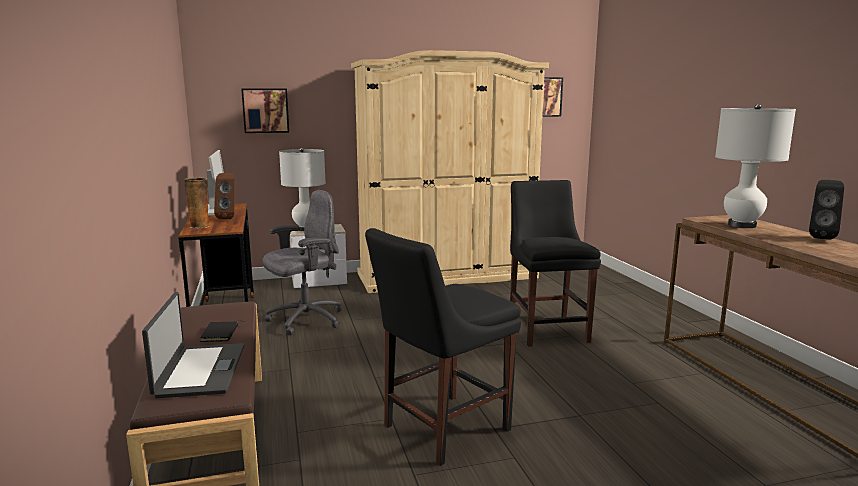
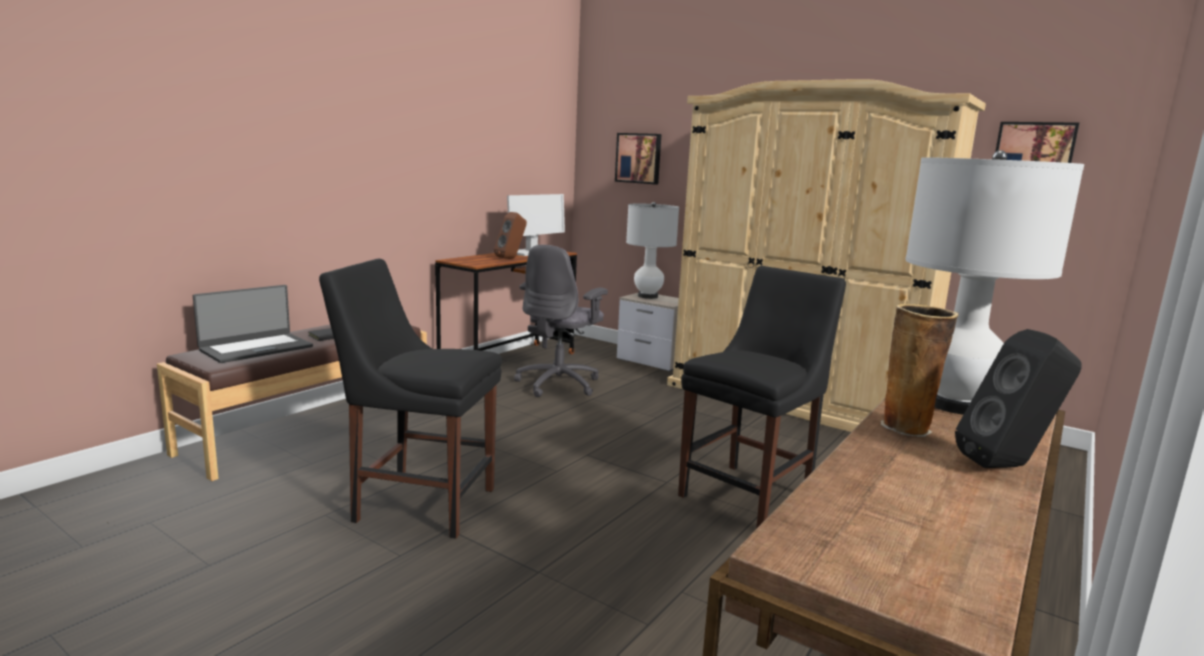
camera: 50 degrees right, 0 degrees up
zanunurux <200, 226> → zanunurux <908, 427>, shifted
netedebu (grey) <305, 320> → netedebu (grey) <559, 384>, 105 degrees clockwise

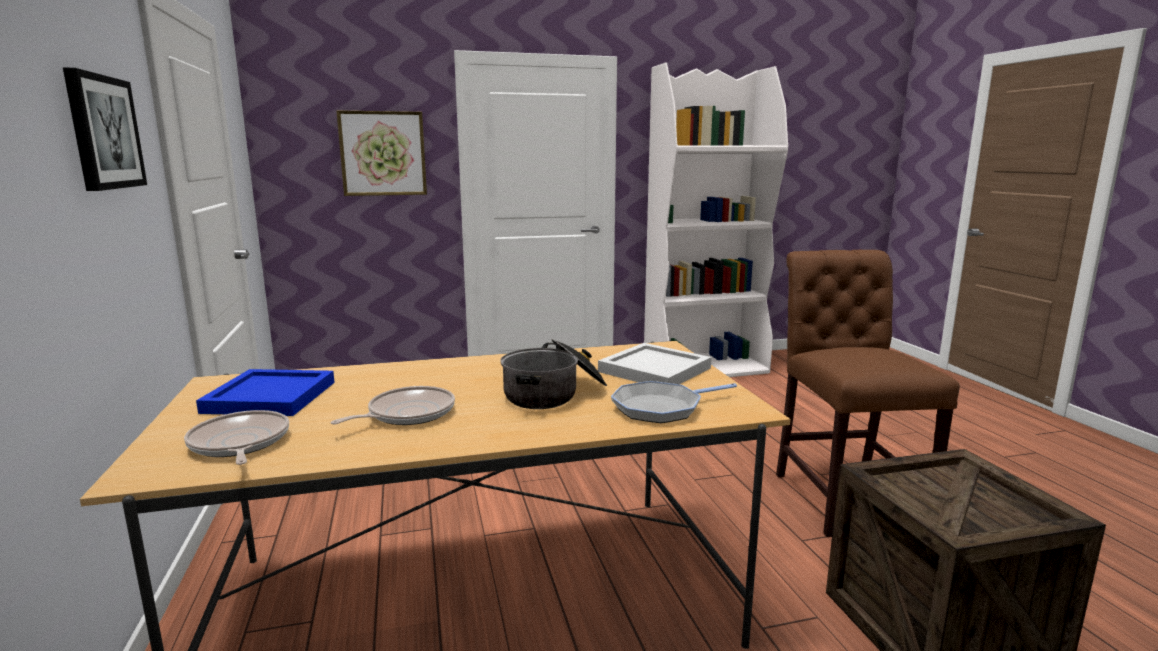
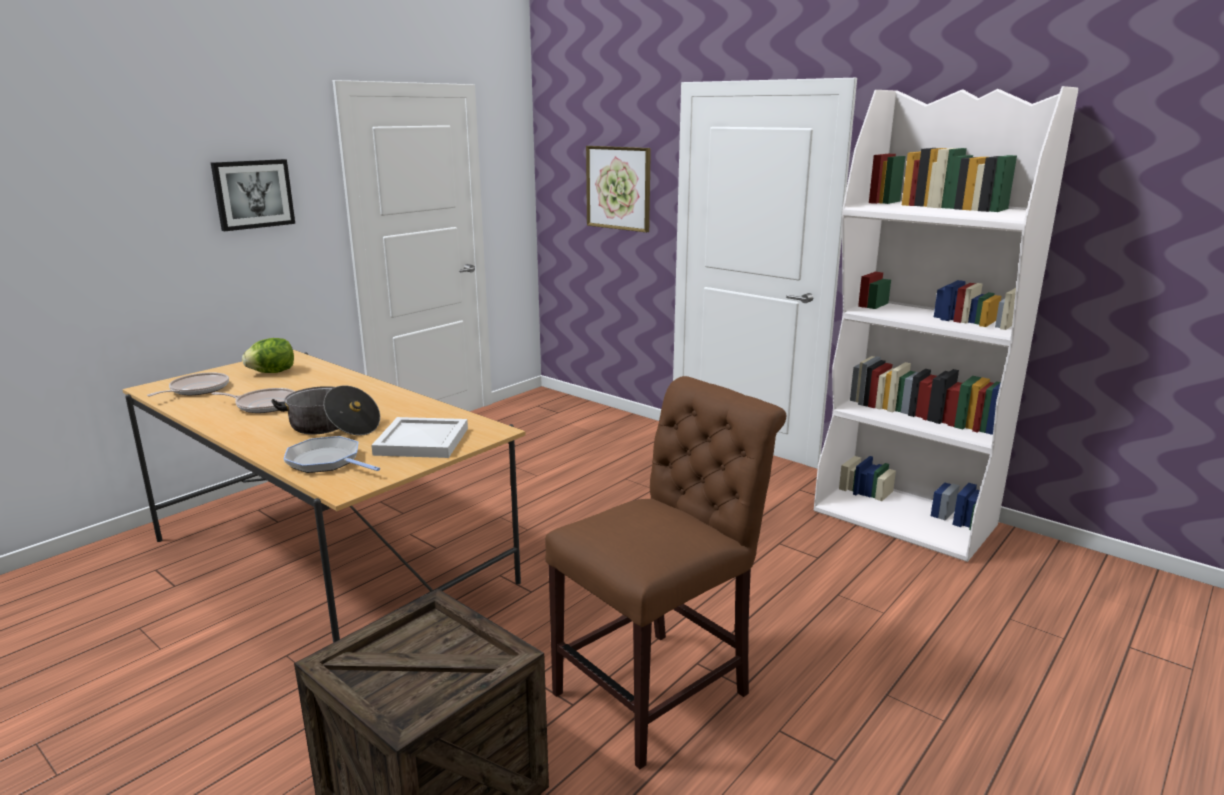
camera: 55 degrees right, 5 degrees up
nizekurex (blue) <272, 396> → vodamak <272, 372>

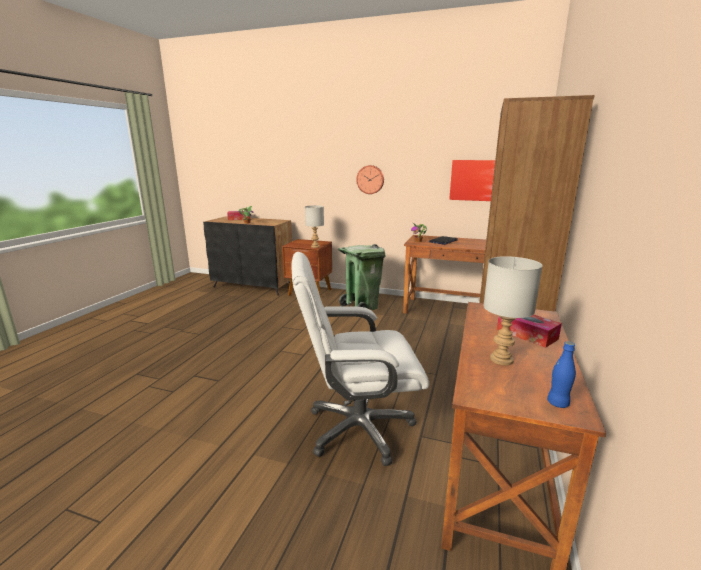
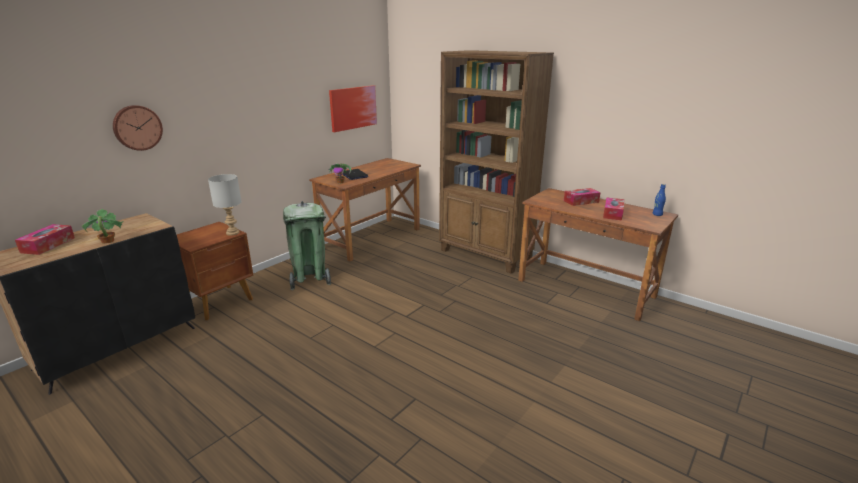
camera: 70 degrees left, 5 degrees up
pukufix <370, 179> → pukufix <137, 127>, shifted
netedebu (white) <358, 428> → -
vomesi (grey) <501, 359> → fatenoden <613, 213>

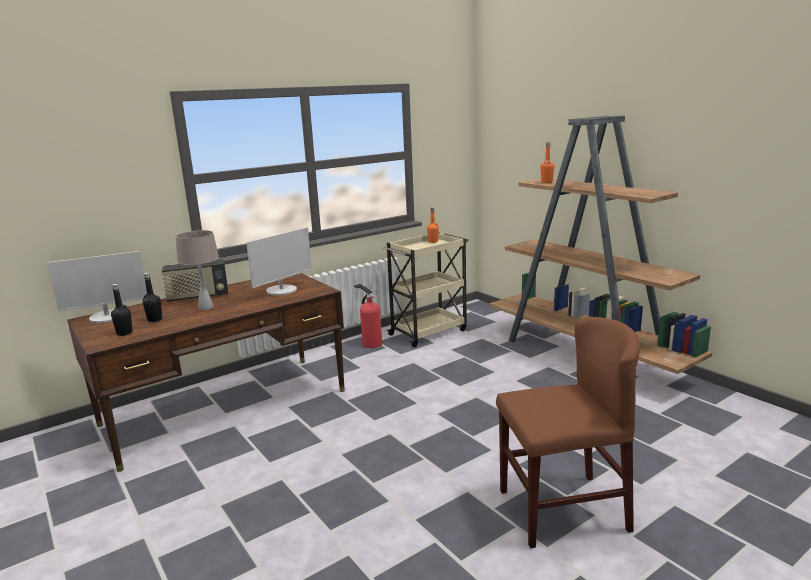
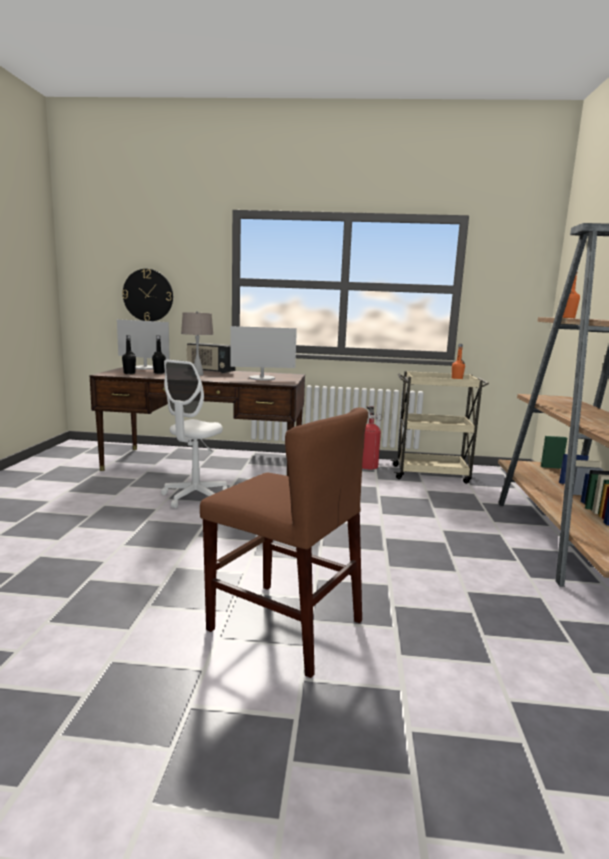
camera: 40 degrees right, 5 degrees down
- → pukufix <148, 295>
- → netedebu (white) <195, 497>

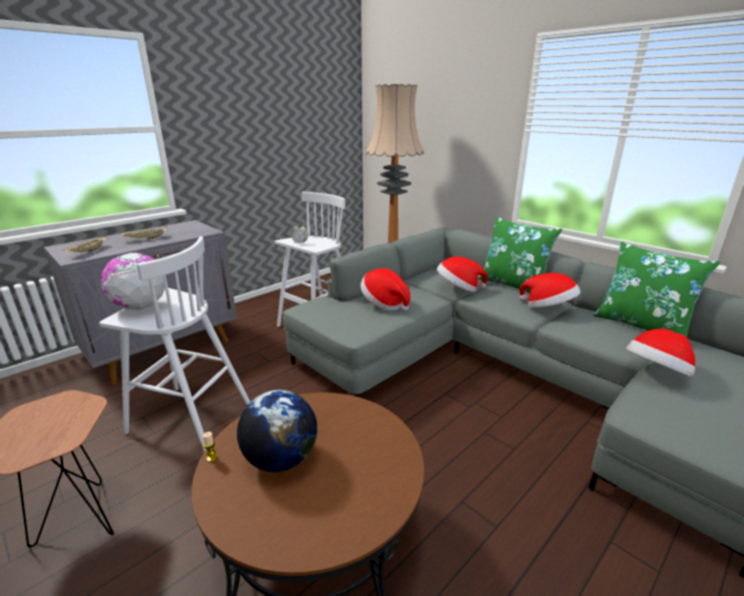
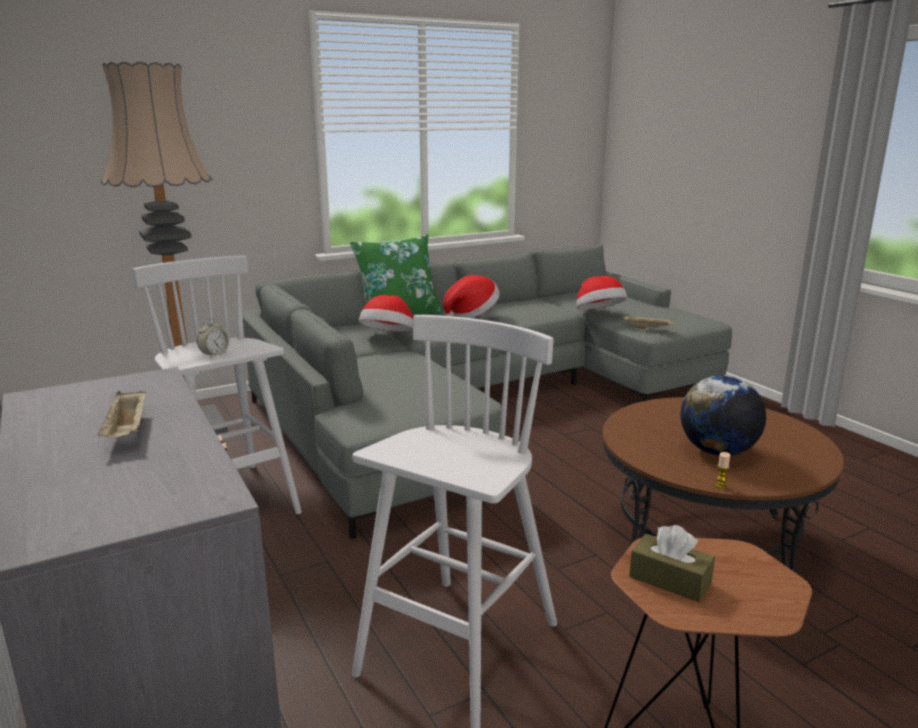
camera: 75 degrees left, 5 degrees down
nizekurex (beige) <88, 252> → nizekurex (beige) <648, 328>, shifted
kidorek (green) <641, 325> → -
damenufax <140, 306> → -
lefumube <384, 303> → -
- → fatenoden (brown) <670, 580>

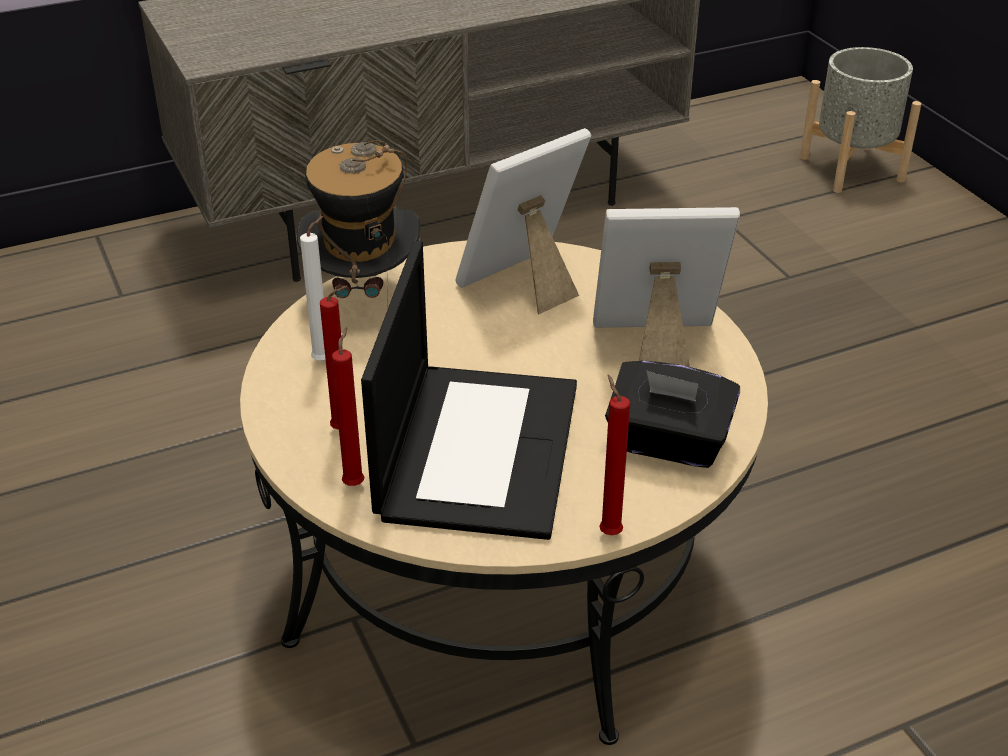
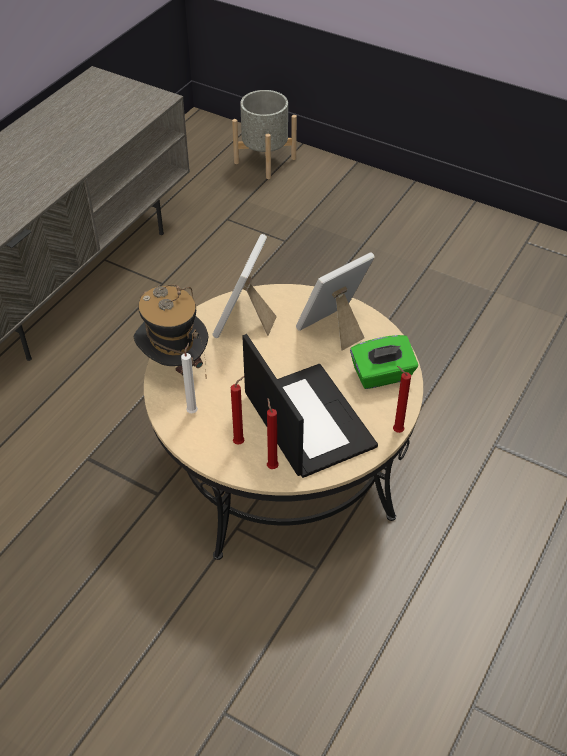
camera: 35 degrees left, 10 degrees up
fatenoden (black) <668, 443> → fatenoden (green) <382, 375>

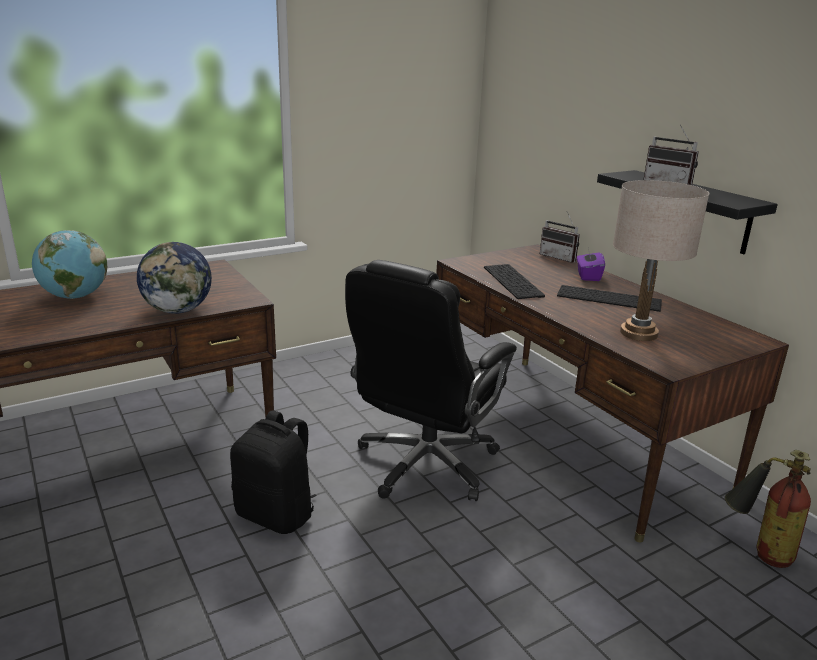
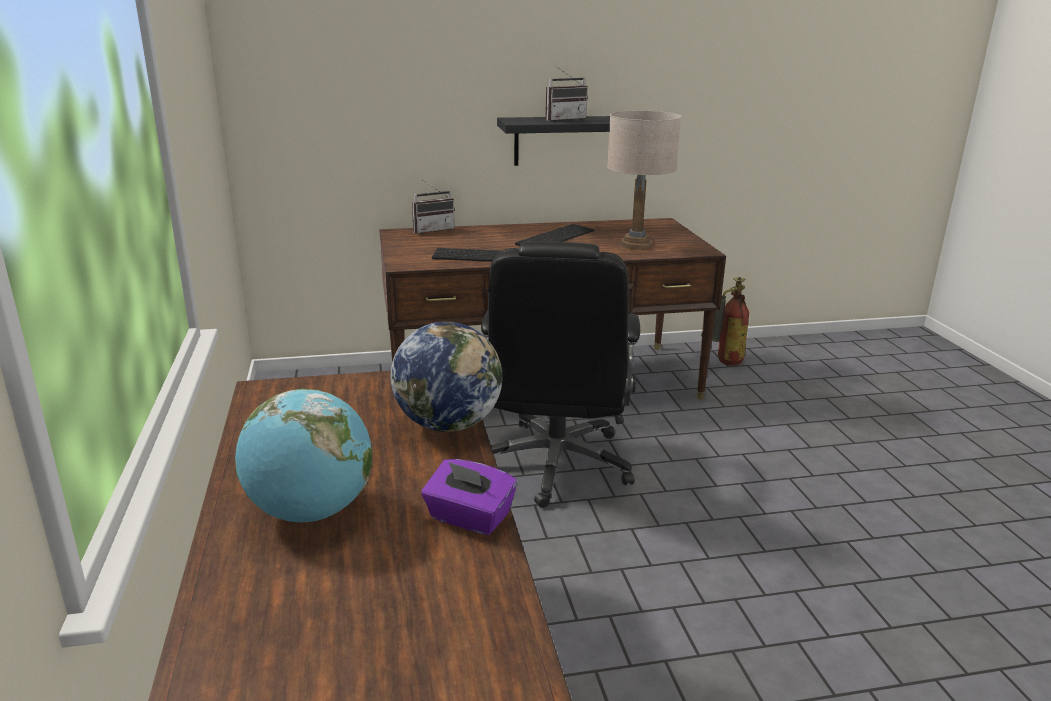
camera: 70 degrees left, 0 degrees up
fatenoden (purple) <588, 276> → fatenoden (purple) <469, 518>, shifted
netedebu (black) <425, 464> → netedebu (black) <555, 465>, 45 degrees clockwise
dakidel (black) <277, 515> → -

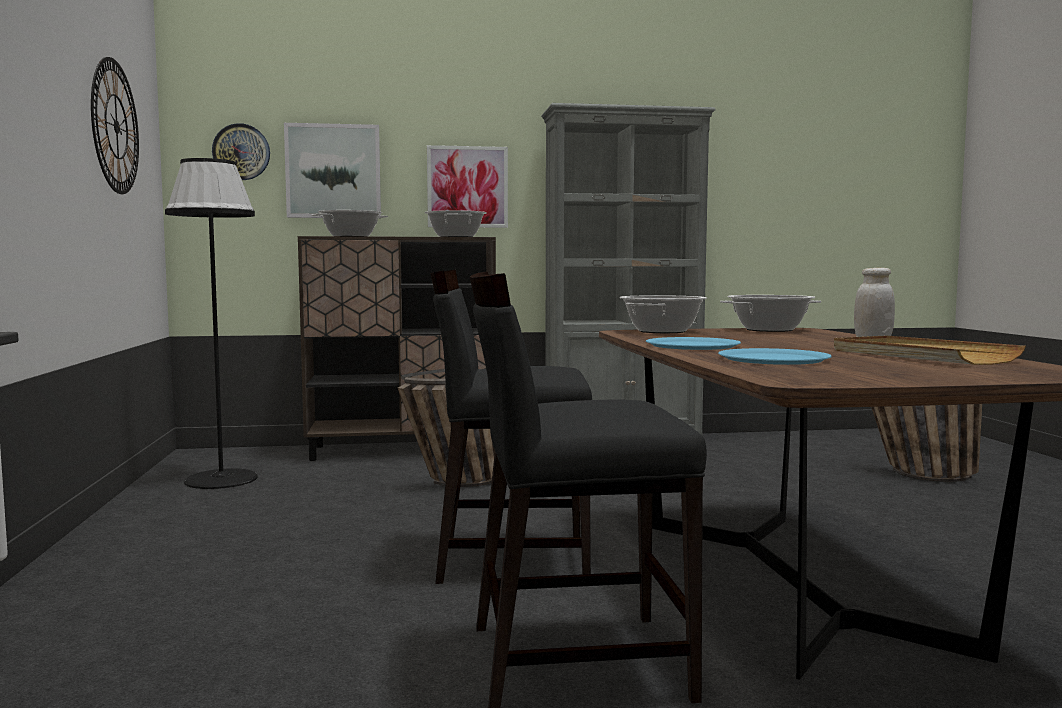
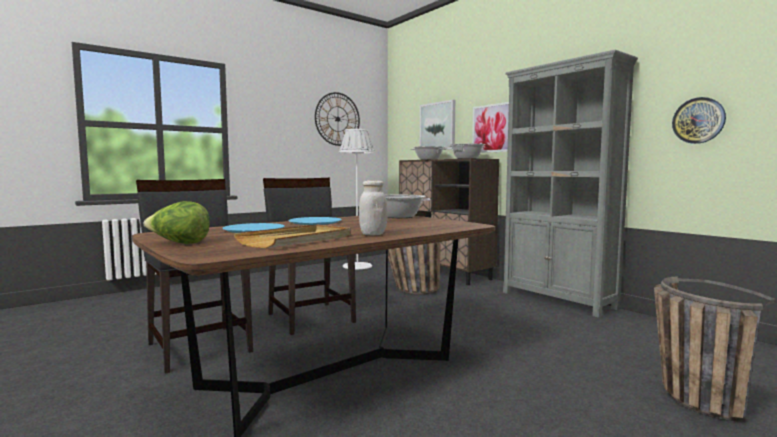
camera: 60 degrees right, 0 degrees up
pukufix <241, 152> → pukufix <698, 120>, shifted
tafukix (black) <221, 479> → tafukix (white) <357, 266>
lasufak <769, 330> → -
- → vodamak <179, 243>

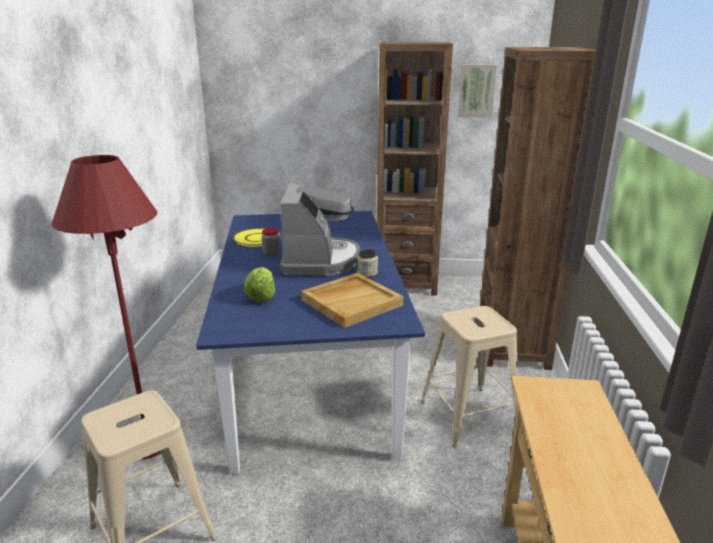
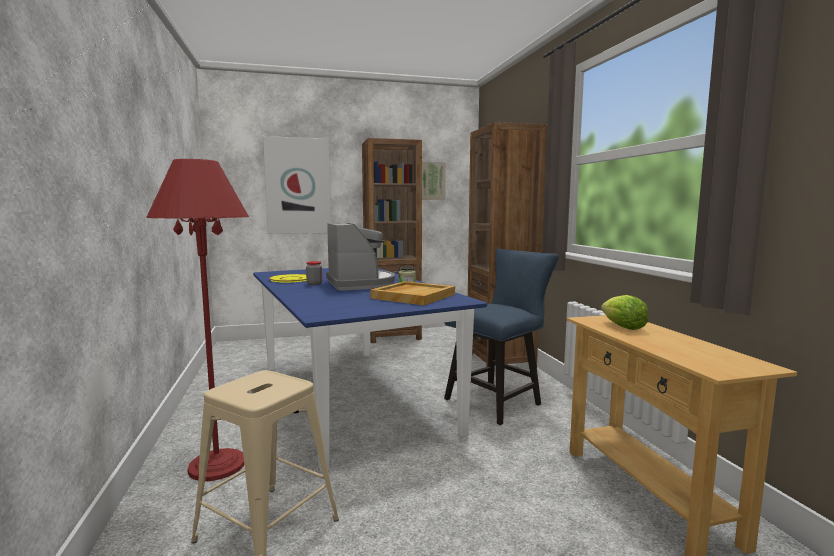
camera: 20 degrees left, 15 degrees down
vodamak <261, 296> → vodamak <622, 327>, shifted
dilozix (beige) <467, 416> → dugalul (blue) <498, 400>
- → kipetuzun <298, 186>

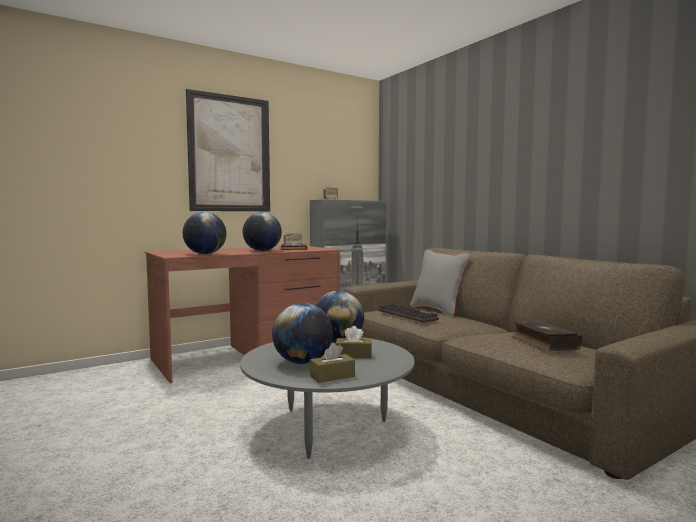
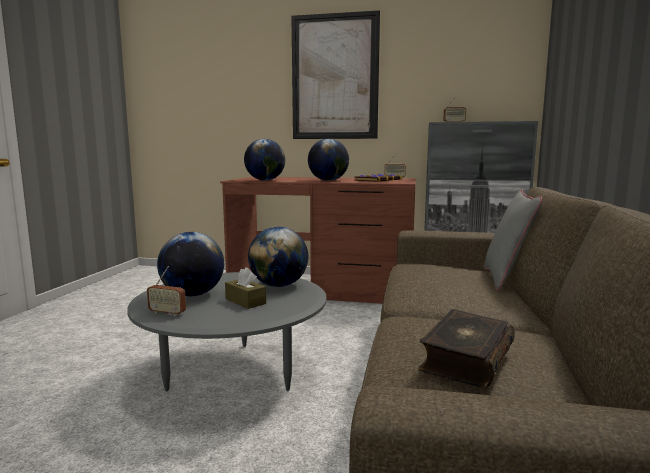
camera: 45 degrees right, 5 degrees up
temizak <408, 315> → -
fatenoden (brown) <332, 376> → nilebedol <167, 313>

